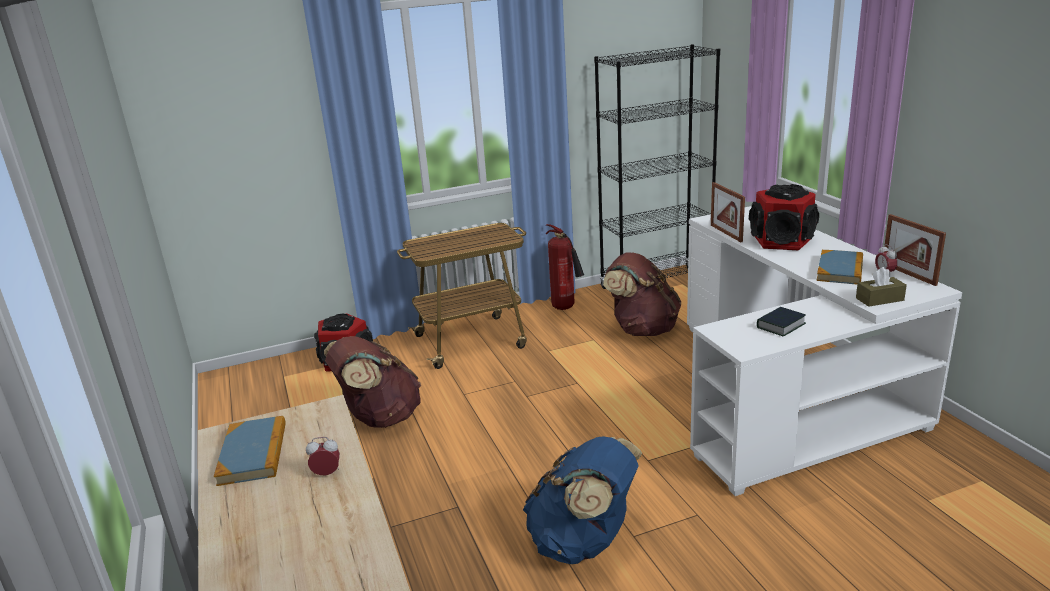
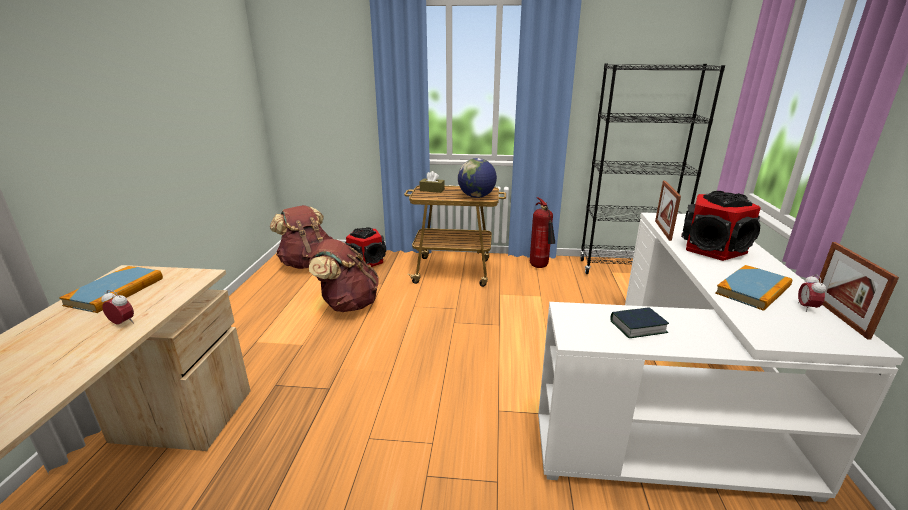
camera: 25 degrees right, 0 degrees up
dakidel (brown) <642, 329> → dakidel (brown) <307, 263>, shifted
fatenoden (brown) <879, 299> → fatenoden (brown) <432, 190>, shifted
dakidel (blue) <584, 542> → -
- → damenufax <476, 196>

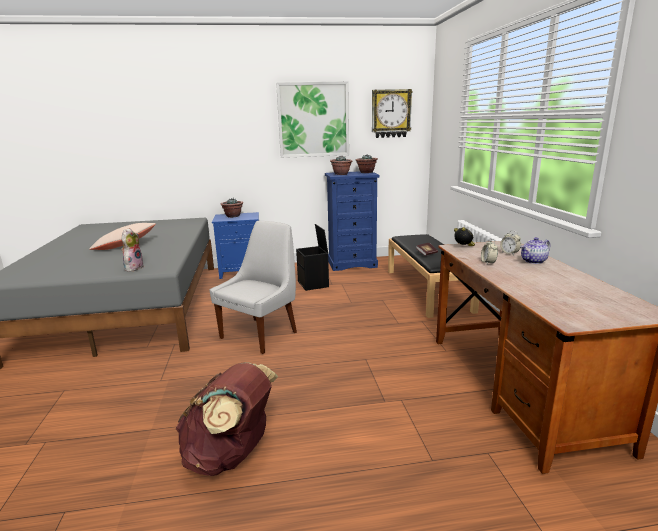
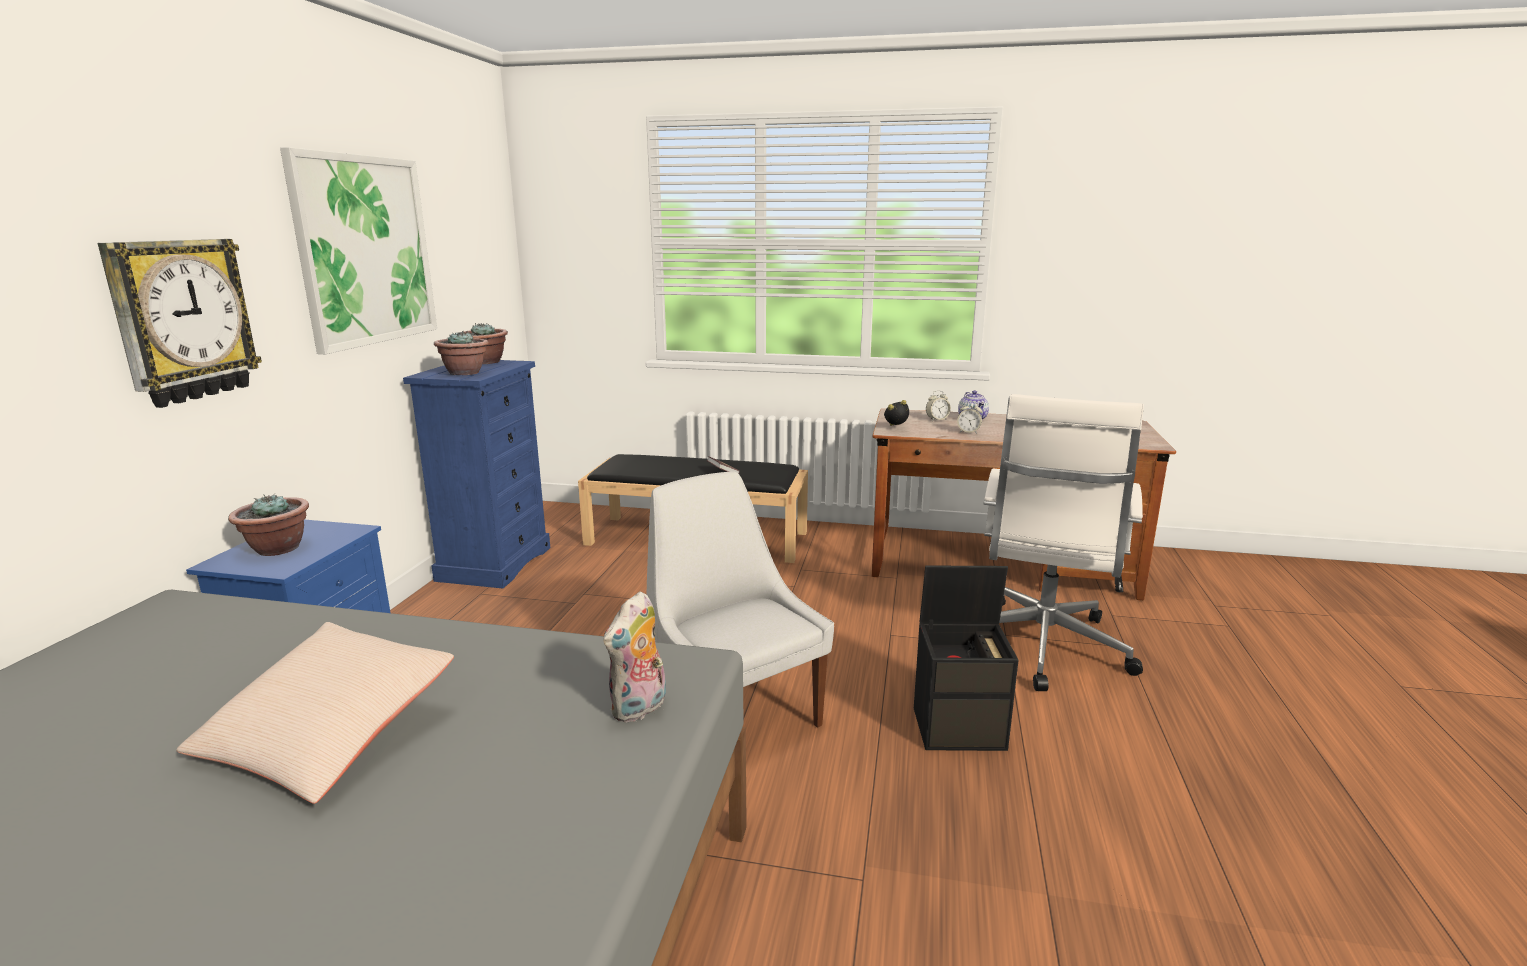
camera: 70 degrees left, 0 degrees up
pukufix <391, 113> → pukufix <182, 320>, shifted
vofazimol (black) <313, 284> → vofazimol (black) <960, 727>, shifted
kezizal <133, 268> → kezizal <640, 709>, 90 degrees counterclockwise
dakidel (brown) <230, 455> → -
- → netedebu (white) <1041, 648>

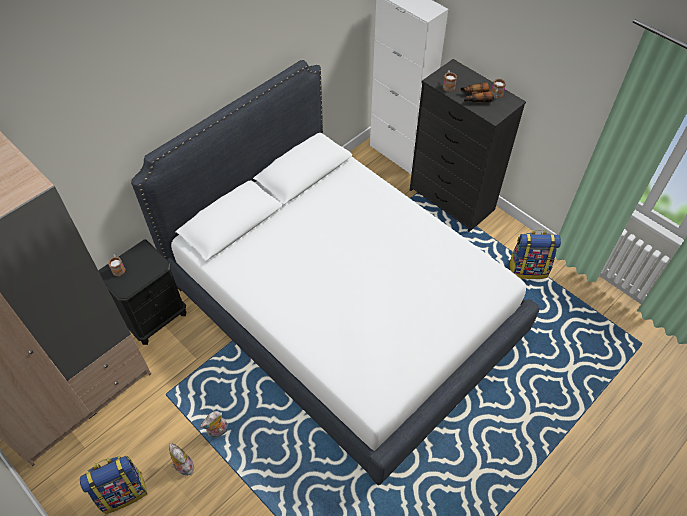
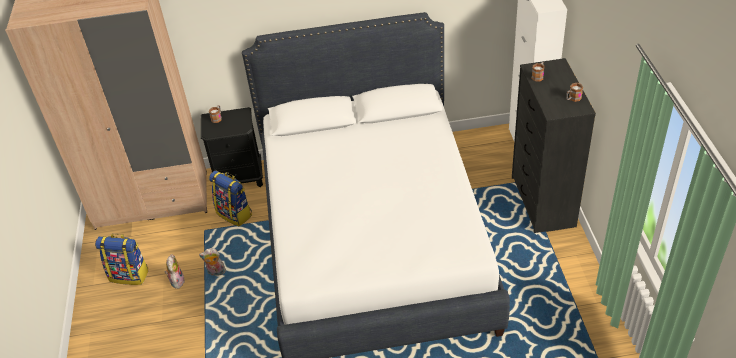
camera: 40 degrees right, 10 degrees down
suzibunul <474, 97> → -
dakidel <528, 269> → dakidel <235, 214>, shifted

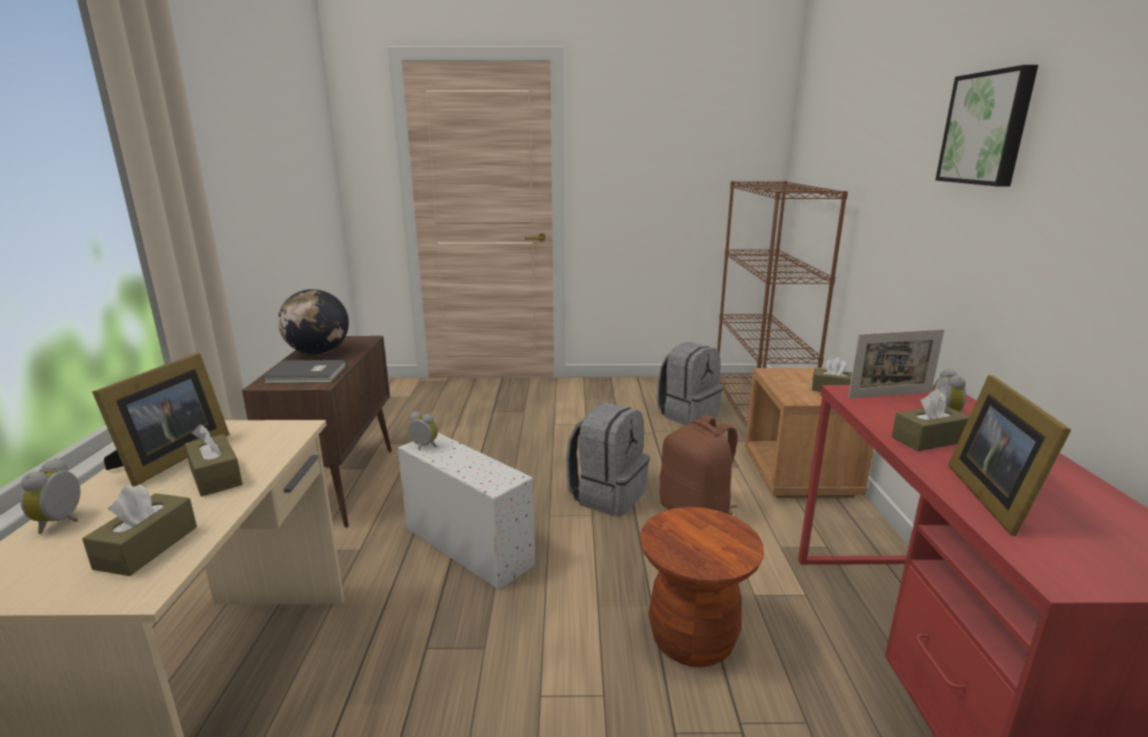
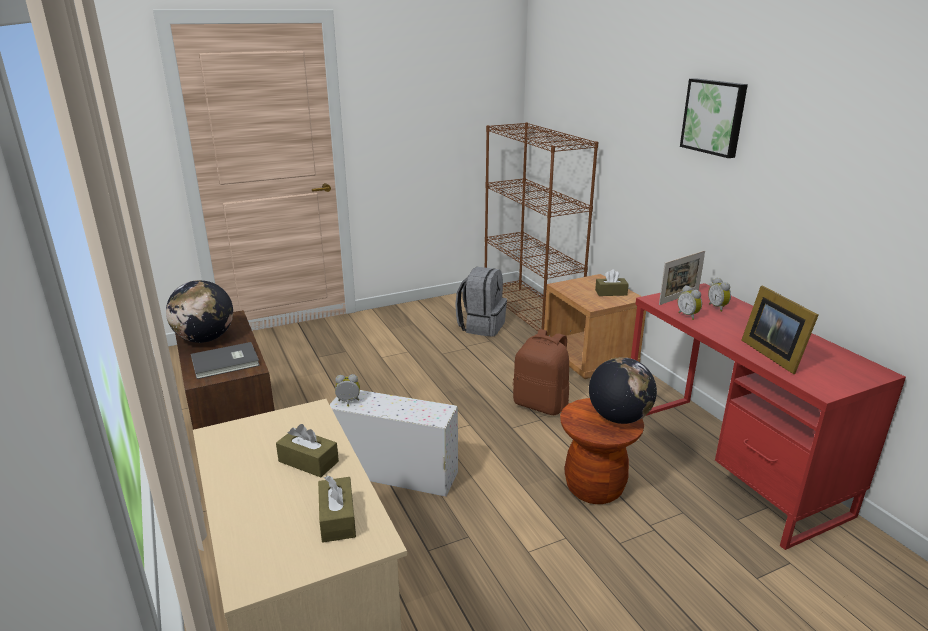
camera: 25 degrees left, 5 degrees up
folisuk <169, 458> → -
fatenoden (brown) <928, 439> → -
dakidel (grey) <607, 495> → -
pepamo <63, 522> → pepamo <688, 315>, shifted
- → damenufax <619, 417>

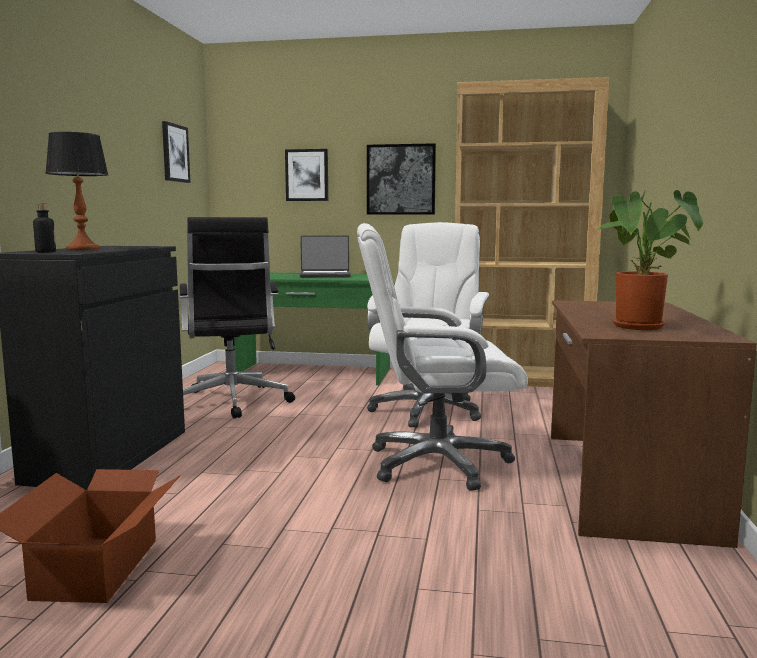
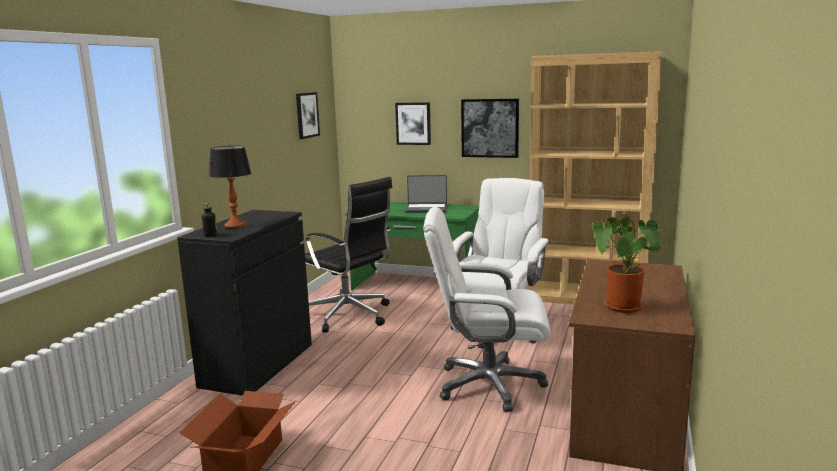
camera: 10 degrees right, 5 degrees up
netedebu (black) <232, 402> → netedebu (black) <349, 316>, 45 degrees counterclockwise

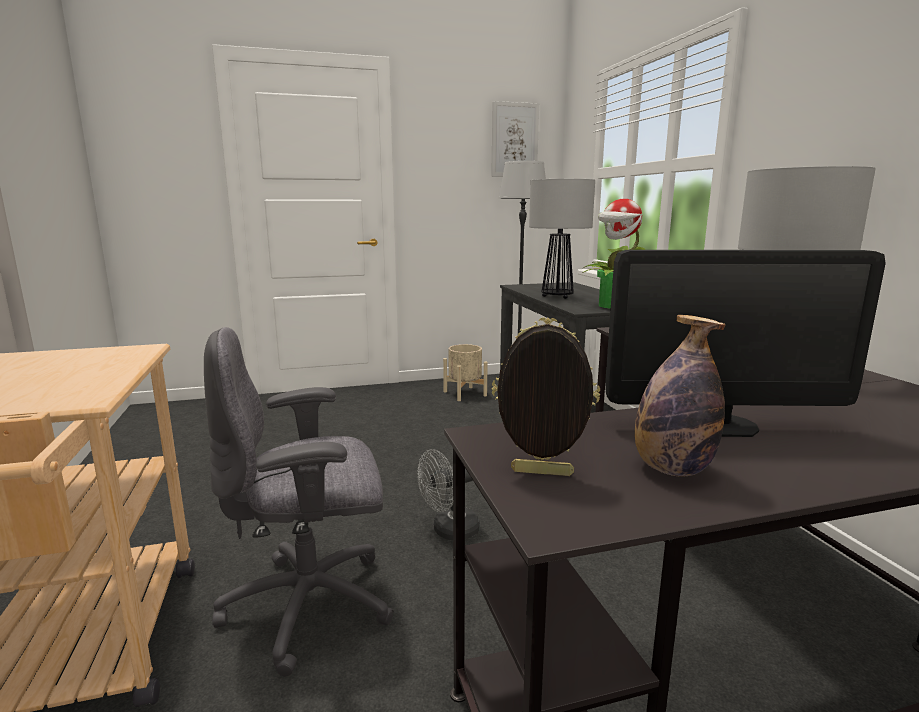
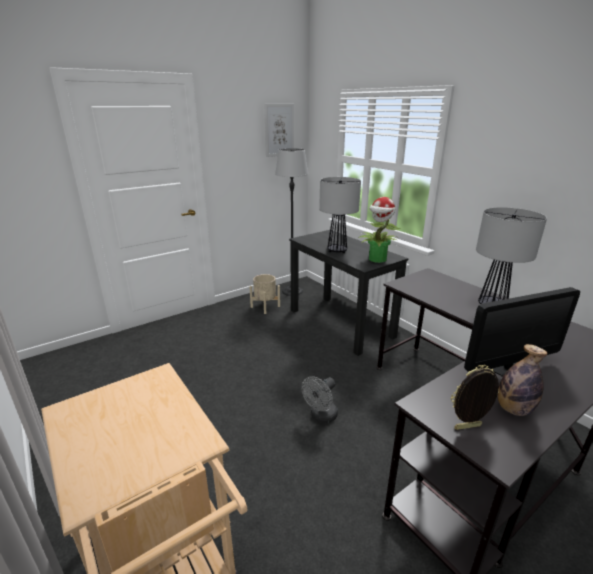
camera: 20 degrees left, 10 degrees up
netedebu (grey) <312, 605> → -

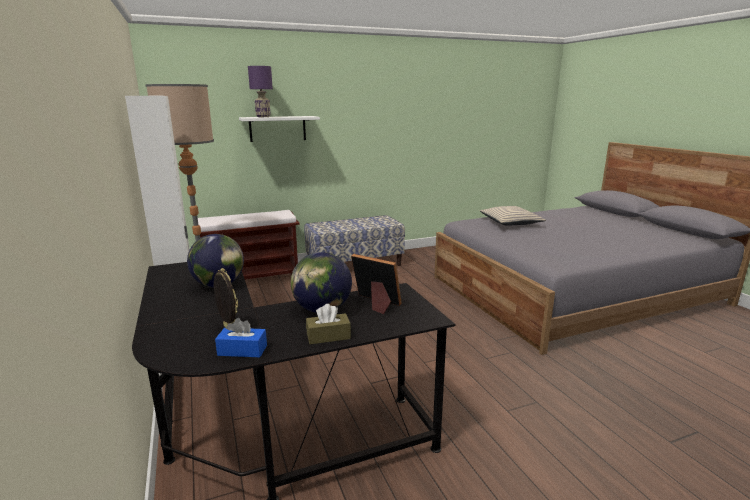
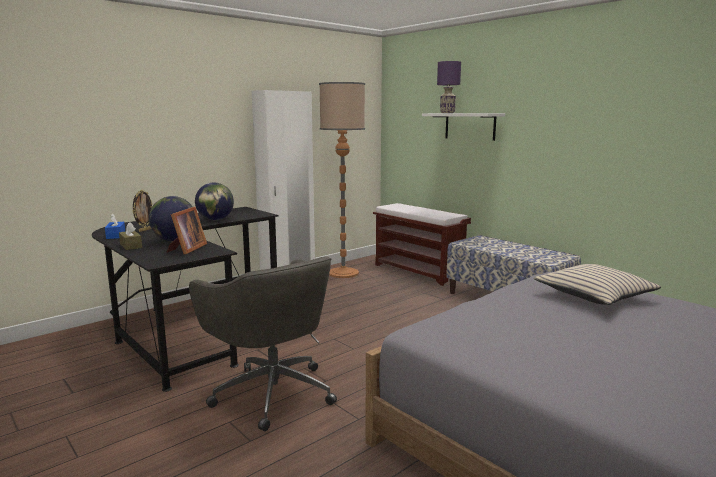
camera: 70 degrees right, 5 degrees down
- → netedebu (grey) <272, 391>

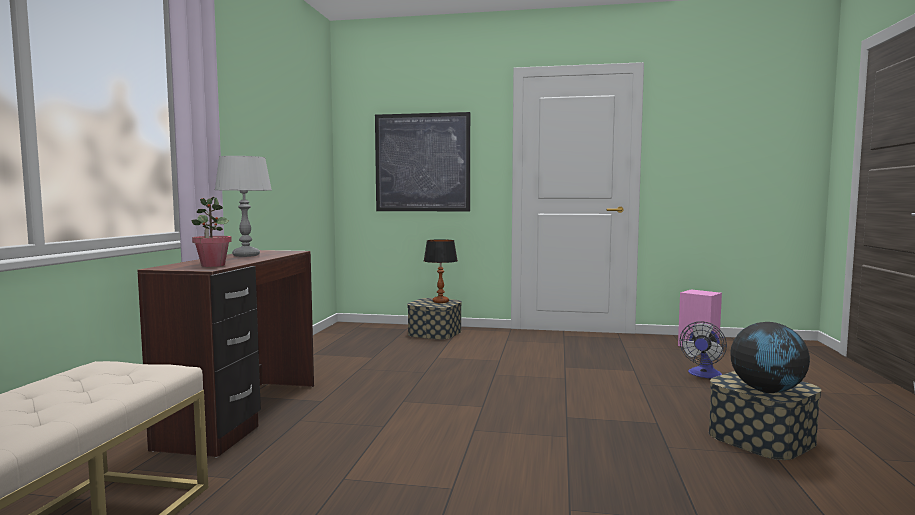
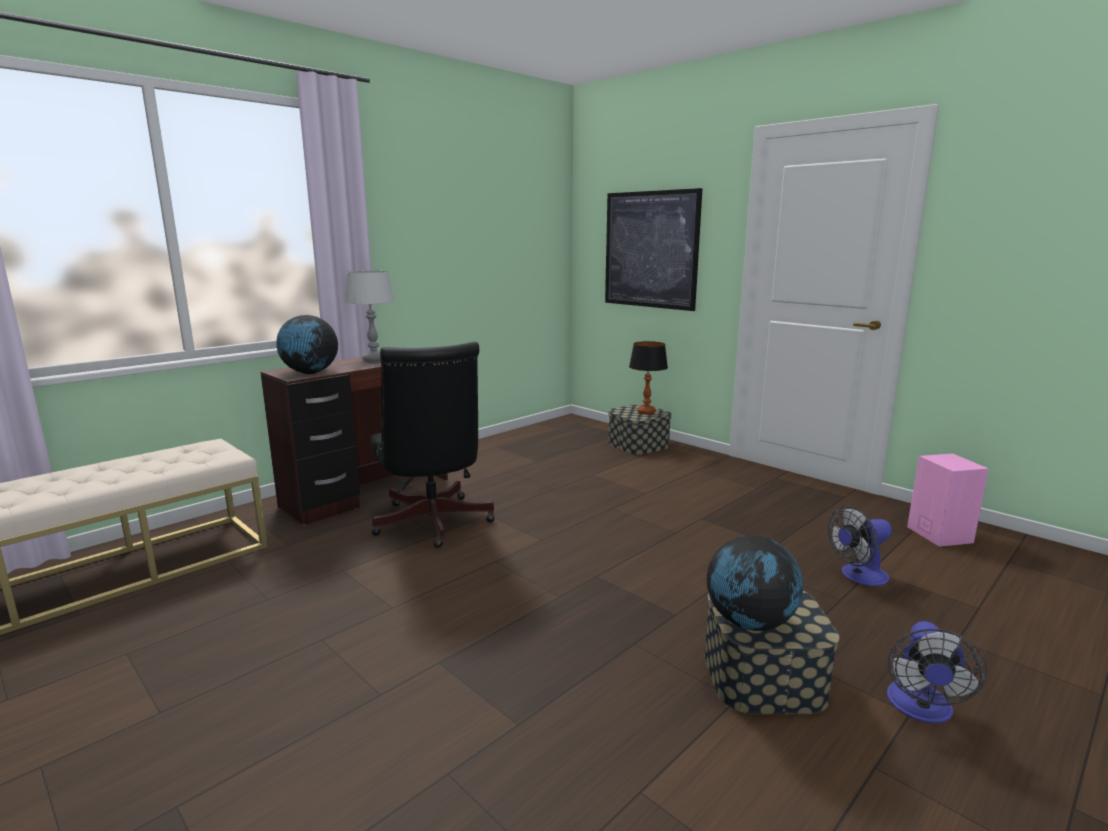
camera: 35 degrees right, 10 degrees up
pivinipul <212, 265> → damenufax <310, 372>
- → netedebu (black) <432, 525>
- → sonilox <921, 709>

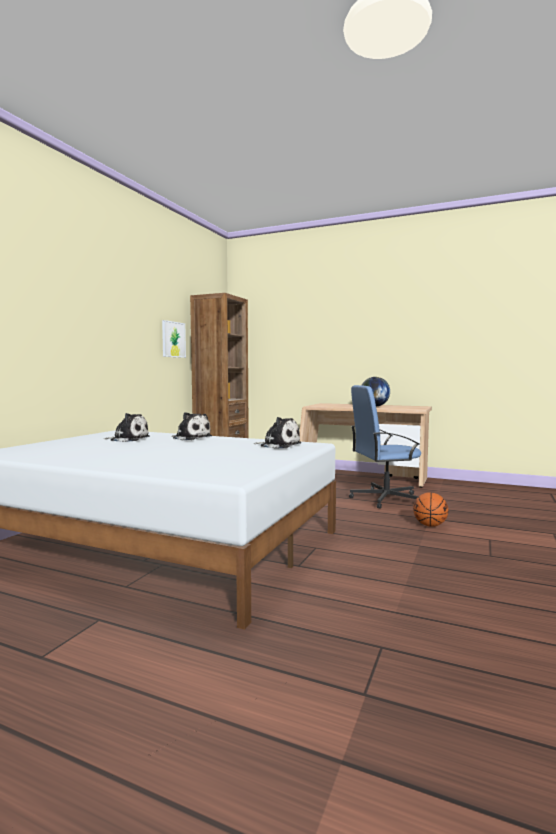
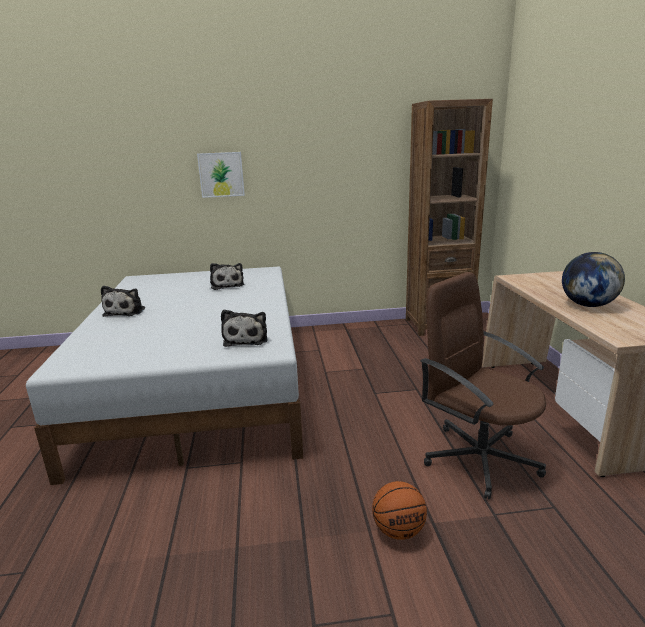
camera: 60 degrees right, 15 degrees up
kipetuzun <173, 339> → kipetuzun <221, 174>, shifted
netedebu (blue) <384, 499> → netedebu (brown) <479, 458>
kezizal <191, 438> → kezizal <126, 311>, shifted

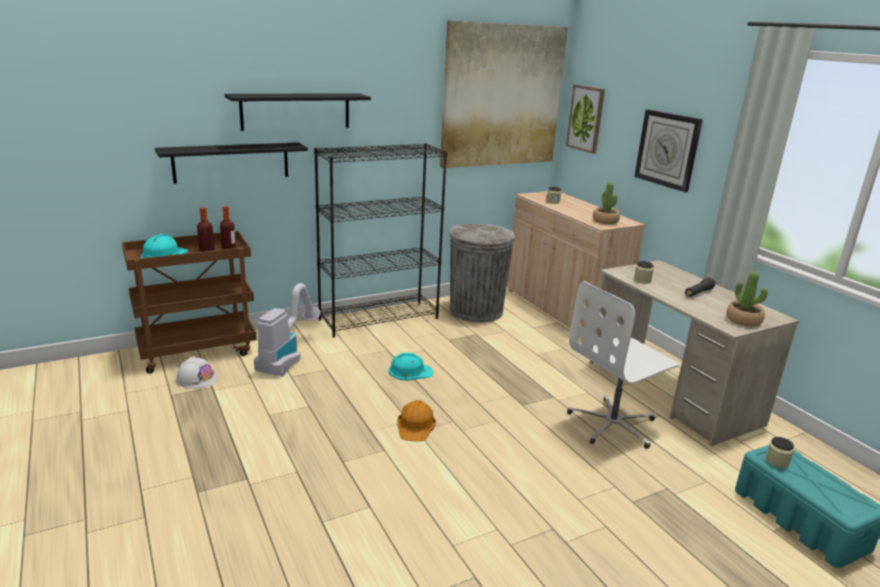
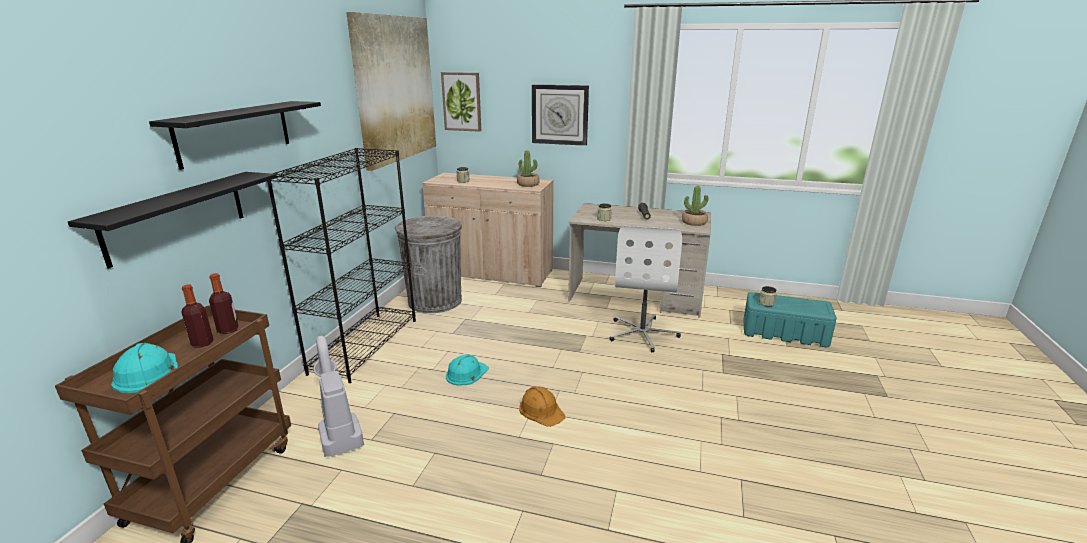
camera: 45 degrees left, 0 degrees up
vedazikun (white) <197, 379> → -

